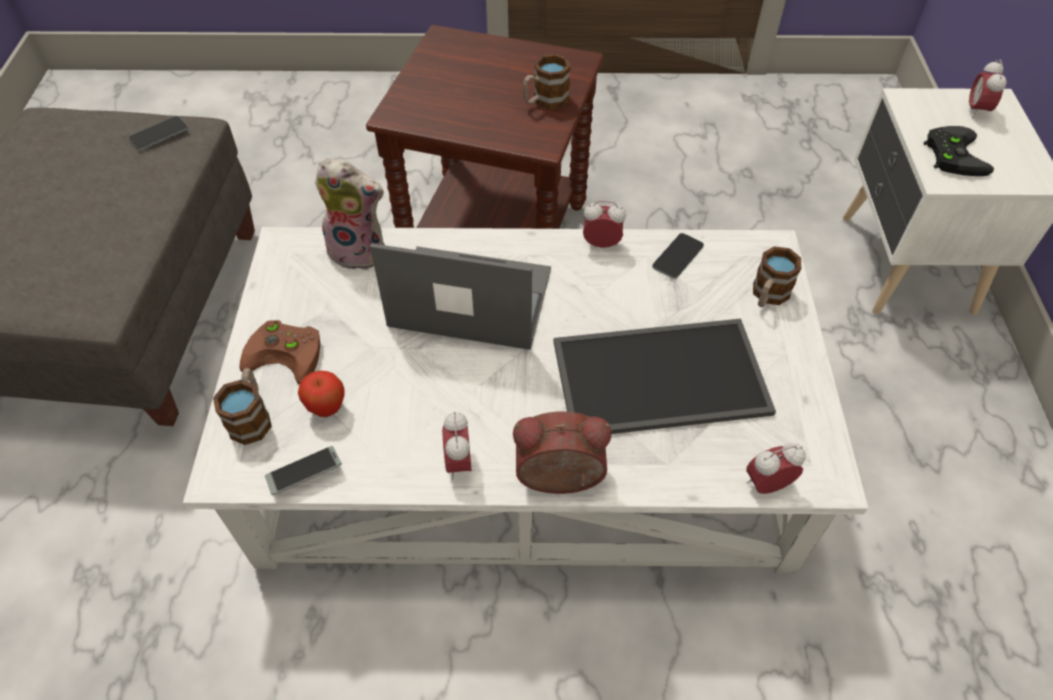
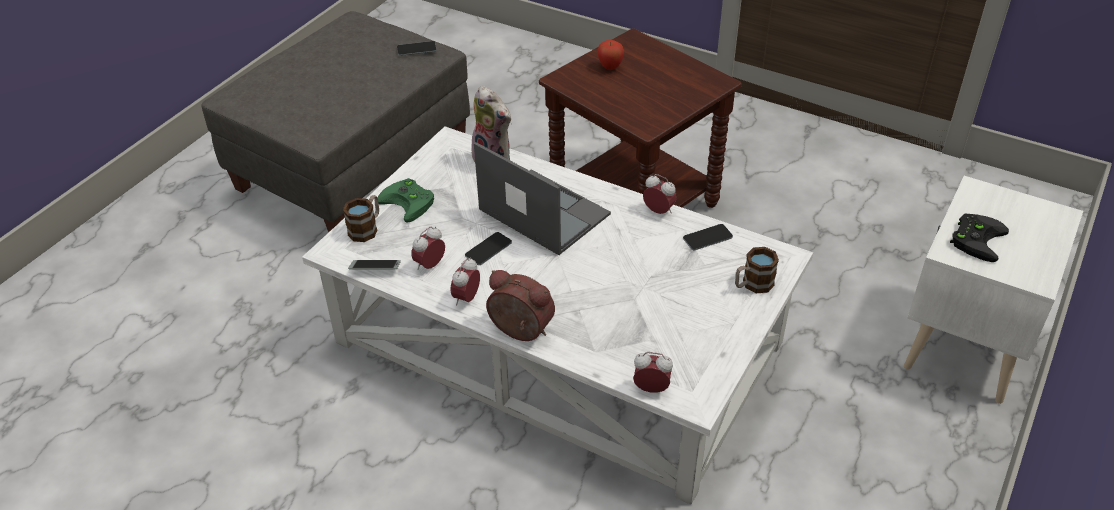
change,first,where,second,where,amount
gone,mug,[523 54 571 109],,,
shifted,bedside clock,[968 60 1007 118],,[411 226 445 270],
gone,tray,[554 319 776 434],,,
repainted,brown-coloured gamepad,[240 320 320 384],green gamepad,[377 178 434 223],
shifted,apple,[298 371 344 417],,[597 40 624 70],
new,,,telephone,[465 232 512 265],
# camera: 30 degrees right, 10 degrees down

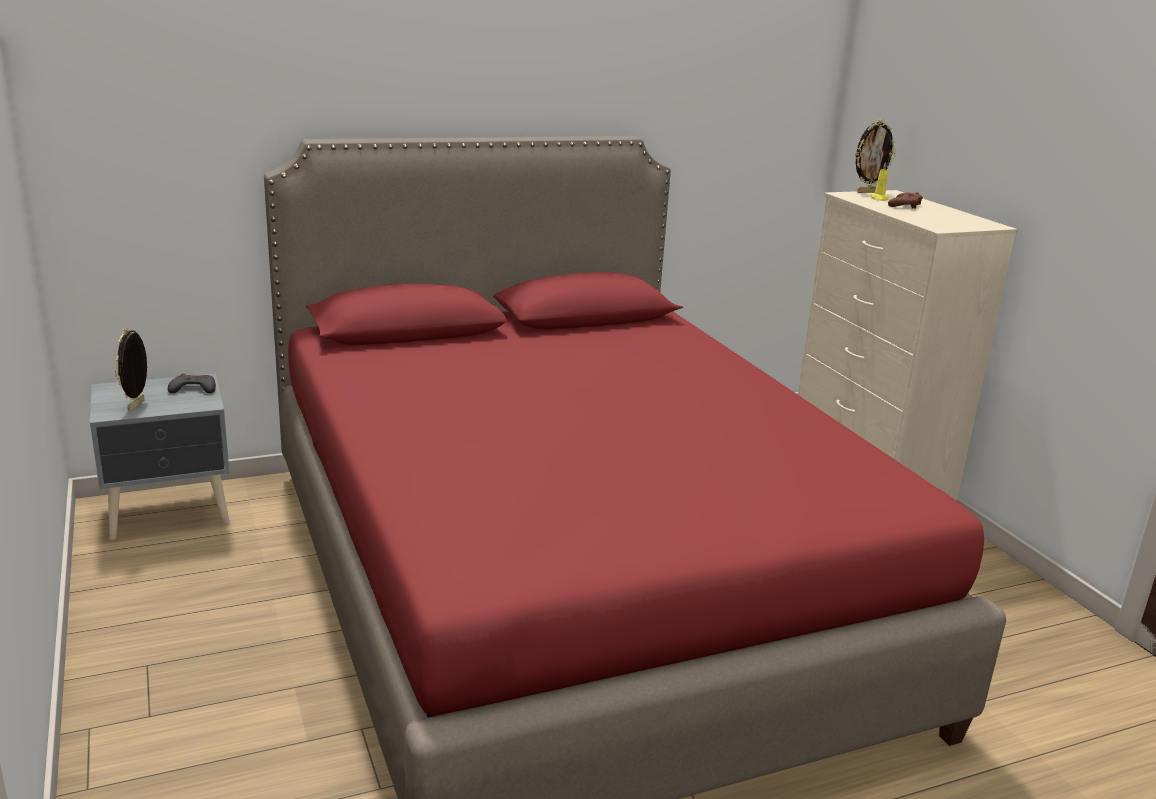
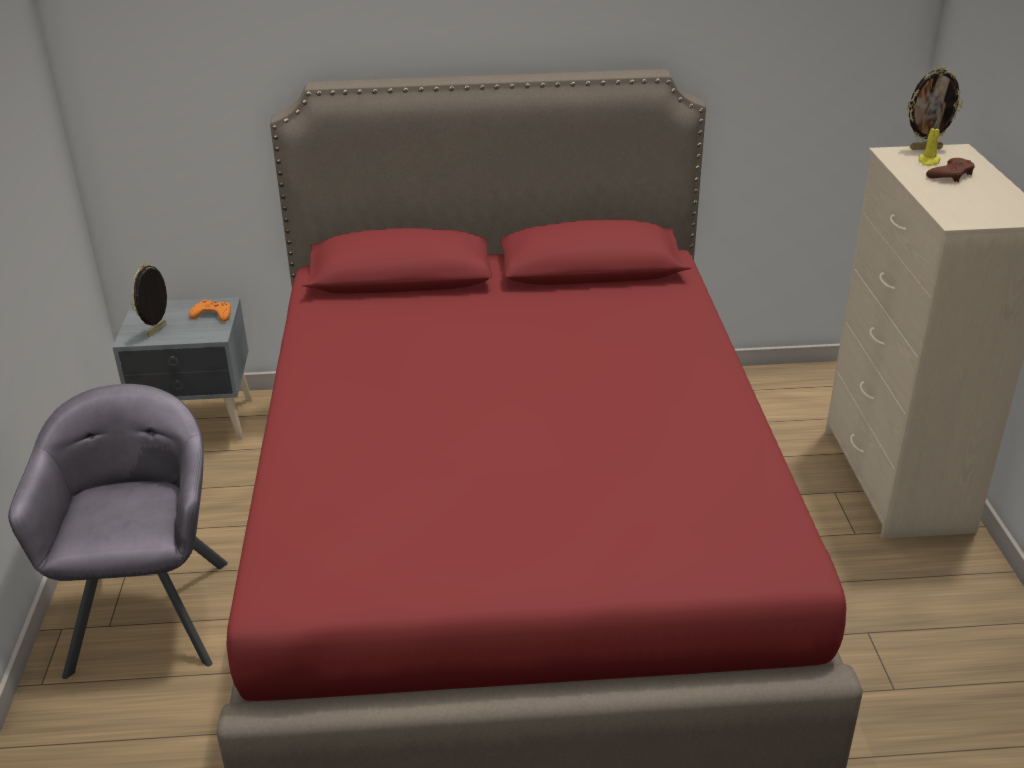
change,first,where,second,where,amount
repainted,greyish gamepad,[168 374 216 393],orange-coloured gamepad,[189 300 231 322],
new,,,greyish armchair,[8 384 228 679],
# camera: 20 degrees right, 10 degrees up

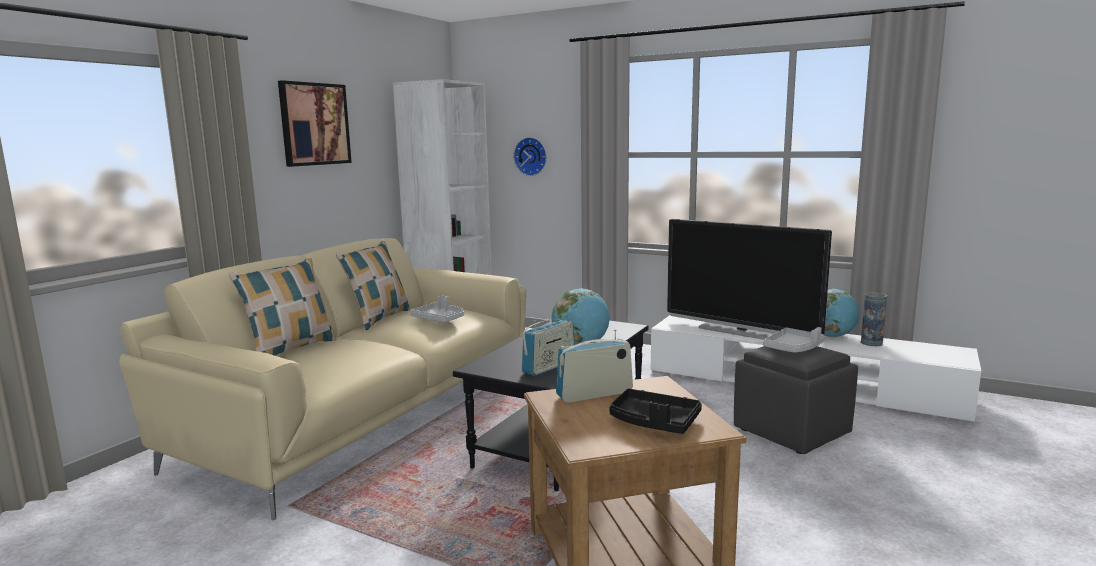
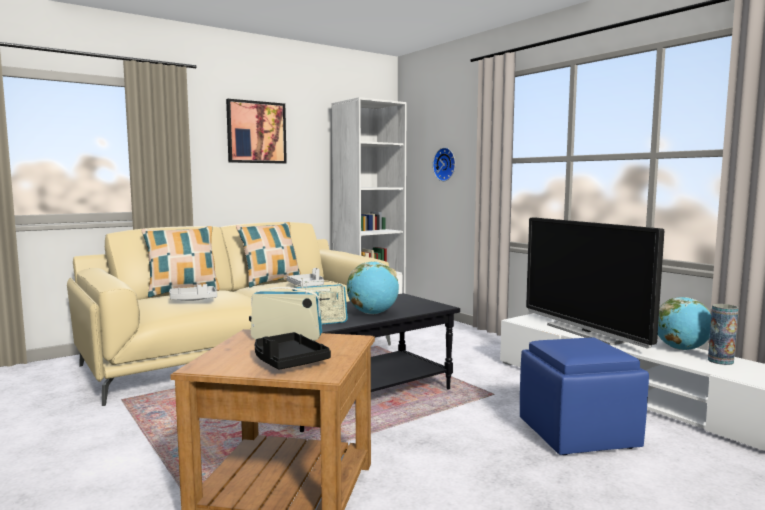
change,first,where,second,where,amount
shifted,greyish tray,[763 327 825 353],,[169 284 217 301],
repainted,greyish pouffe,[734 346 858 454],bluish pouffe,[520 337 649 455],
# camera: 25 degrees right, 5 degrees down

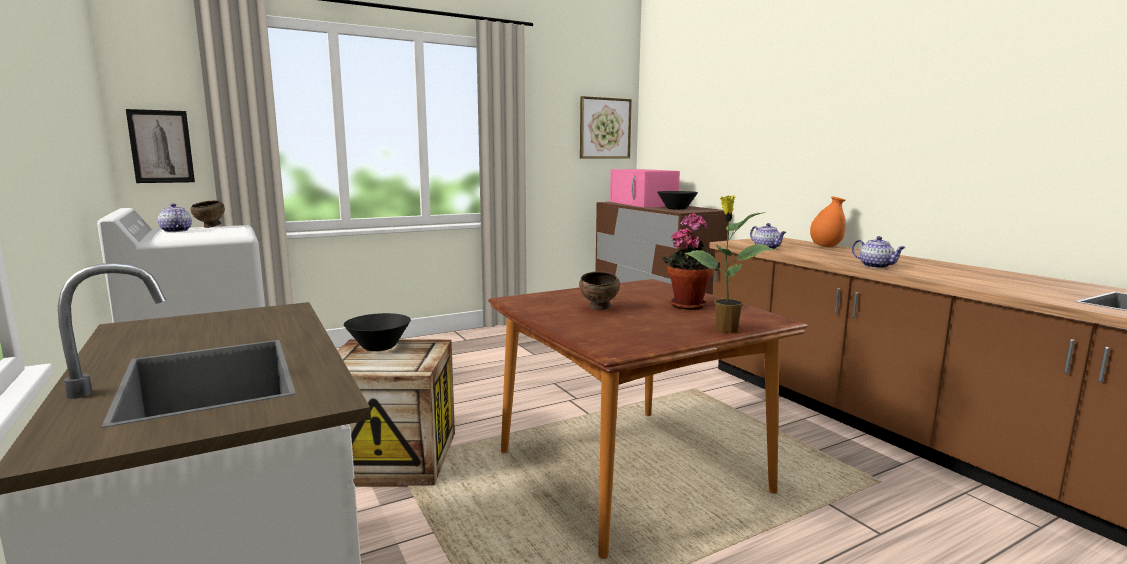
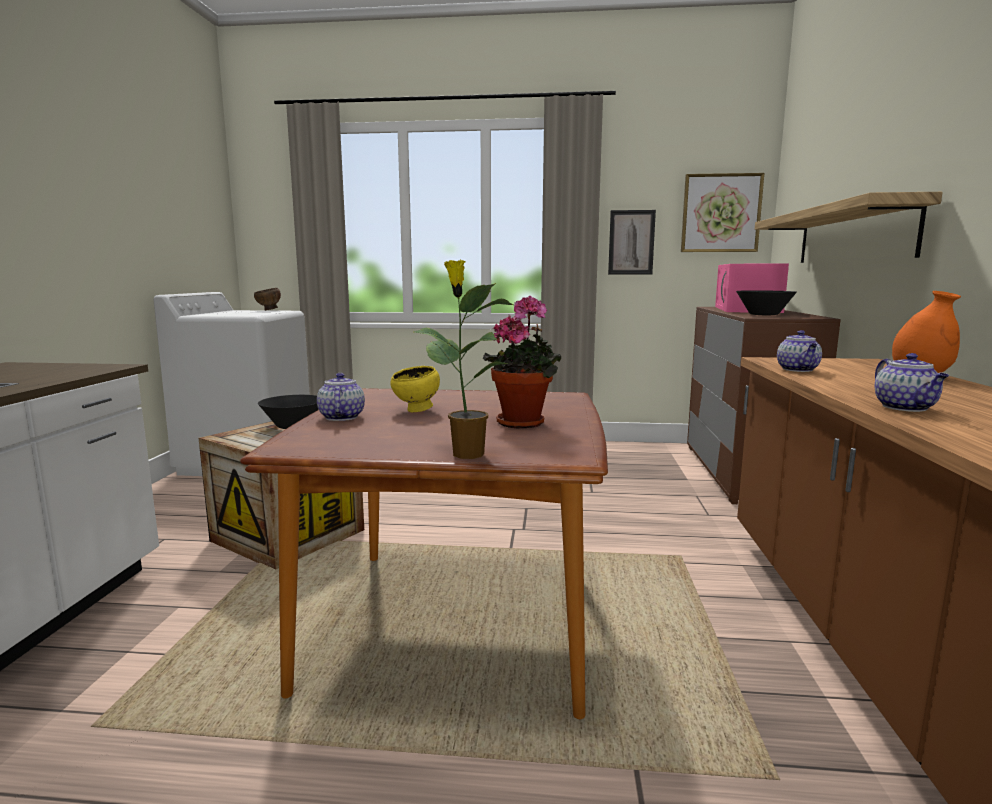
change,first,where,second,where,amount
shifted,picture,[126 109 195 183],,[608 210 656 274],
shifted,pot for tea,[158 203 192 232],,[317 373 365 421],
repainted,brown-coloured deep dish,[579 271 620 310],yellow-coloured deep dish,[390 366 440 413],
new,,,shelf,[755 192 943 263],
# camera: 35 degrees right, 0 degrees up

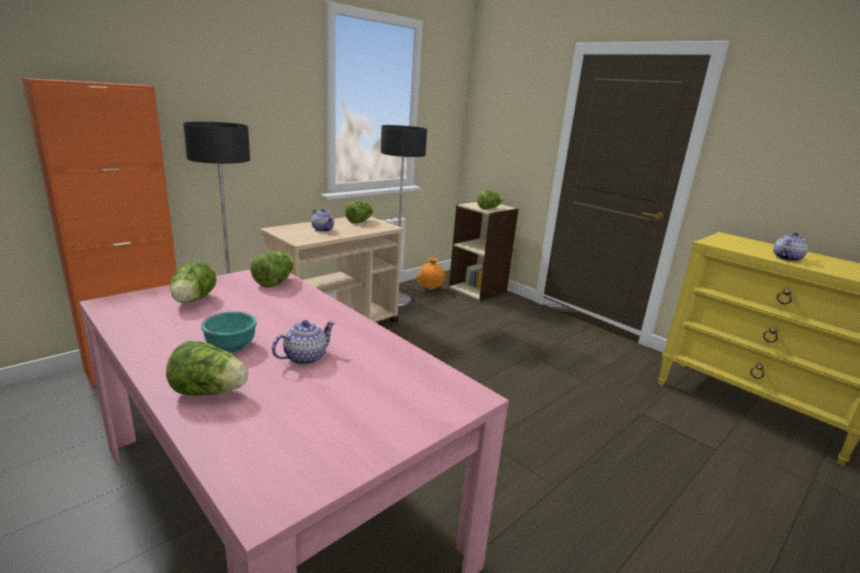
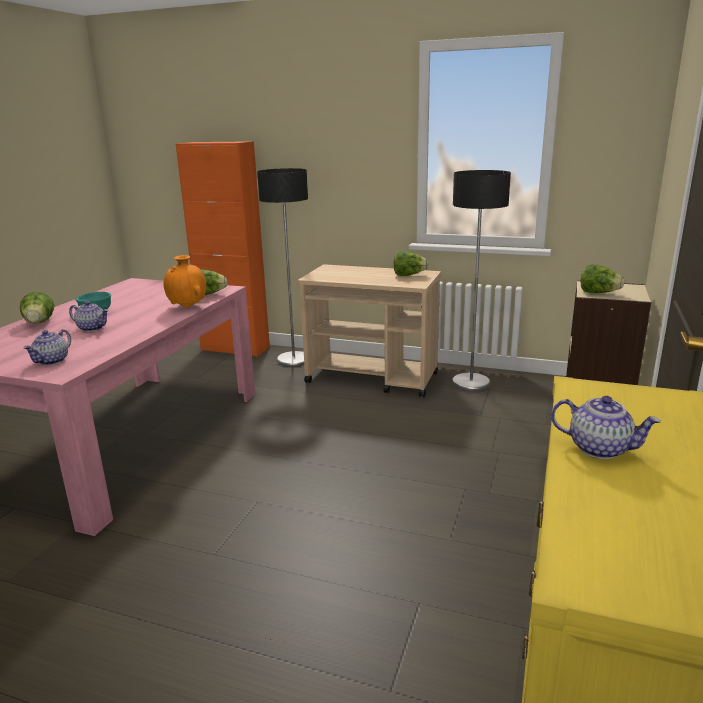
change,first,where,second,where,amount
shifted,pot for tea,[311 208 334 232],,[23 329 71 365],
shifted,orange-coloured vase,[416 258 446 290],,[163 255 206 308],
gone,lettuce head,[170 261 216 303],,,
# camera: 65 degrees right, 0 degrees up

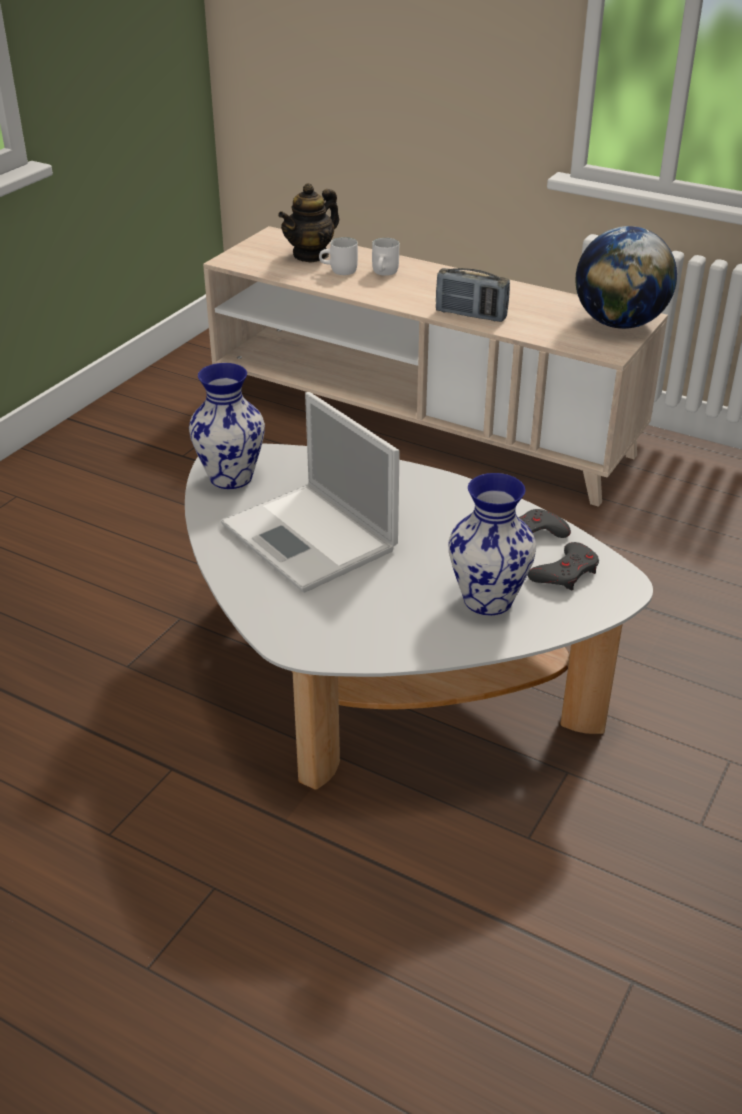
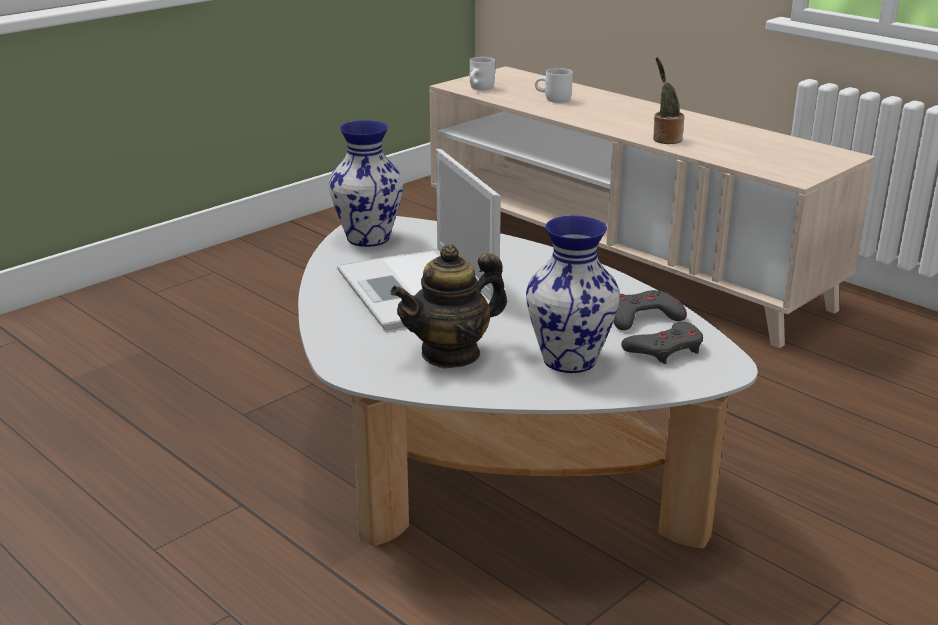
change,first,where,second,where,amount
shifted,pot for tea,[278 183 339 263],,[390 244 507 368],
gone,globe,[576 226 677 329],,,
shifted,whitish mug,[372 238 399 276],,[470 57 495 90],
swapped,radio set,[436 268 510 322],potted plant,[653 57 685 144],
# camera: 15 degrees right, 10 degrees down

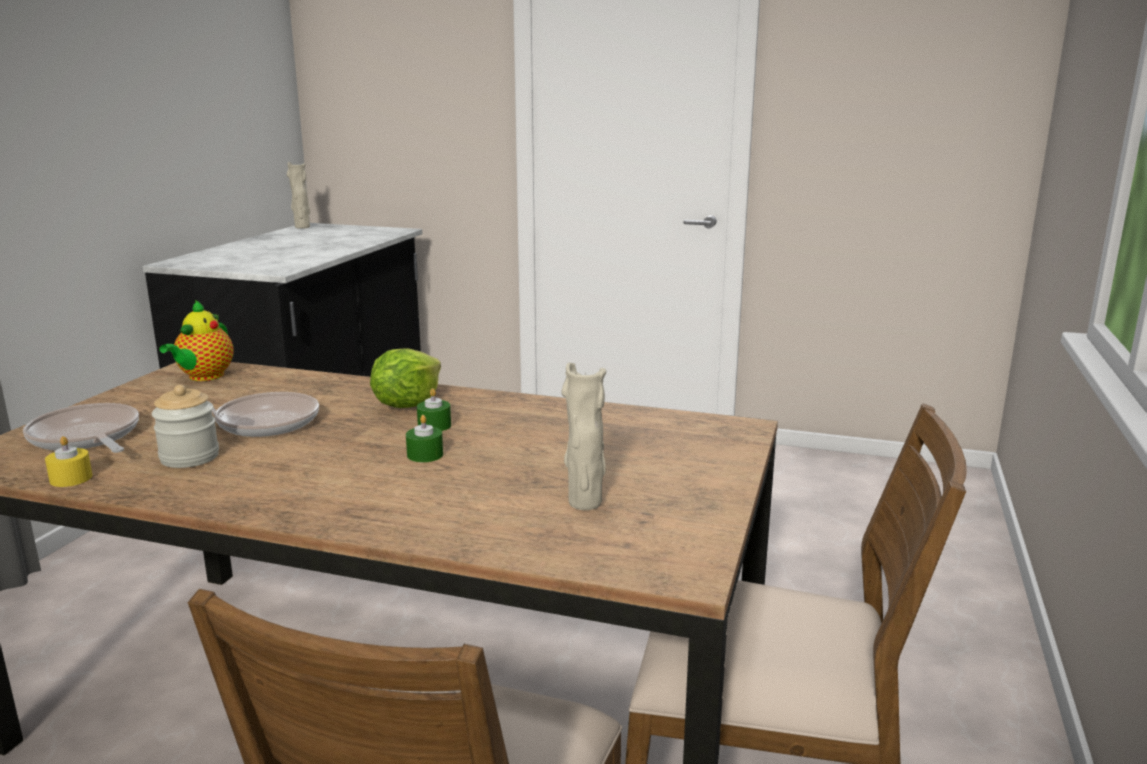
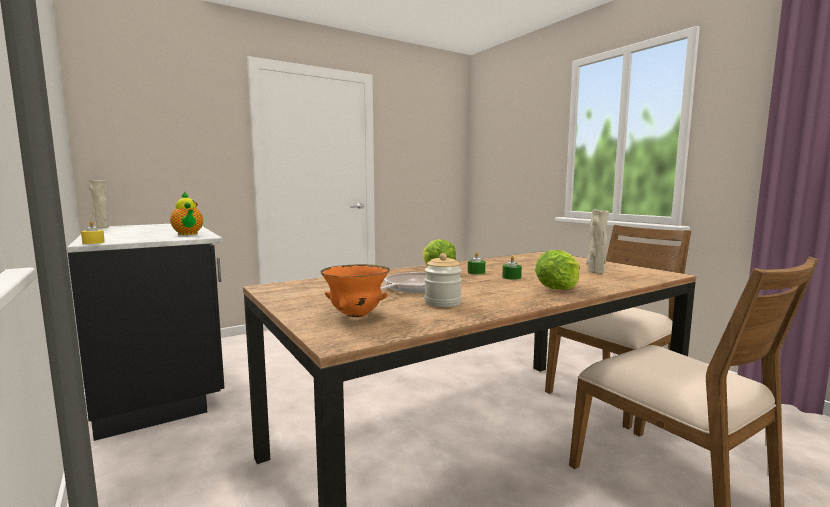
change,first,where,second,where,amount
shifted,pot for tea,[159 300 234 381],,[170 191 203 235],
swapped,skillet,[23 403 139 453],orange-coloured deep dish,[321 264 390 317],
shifted,yellow-coloured wax light,[45 436 92 487],,[81 221 105 244],
new,,,lettuce head,[535 250 580 290],
# camera: 50 degrees left, 10 degrees down

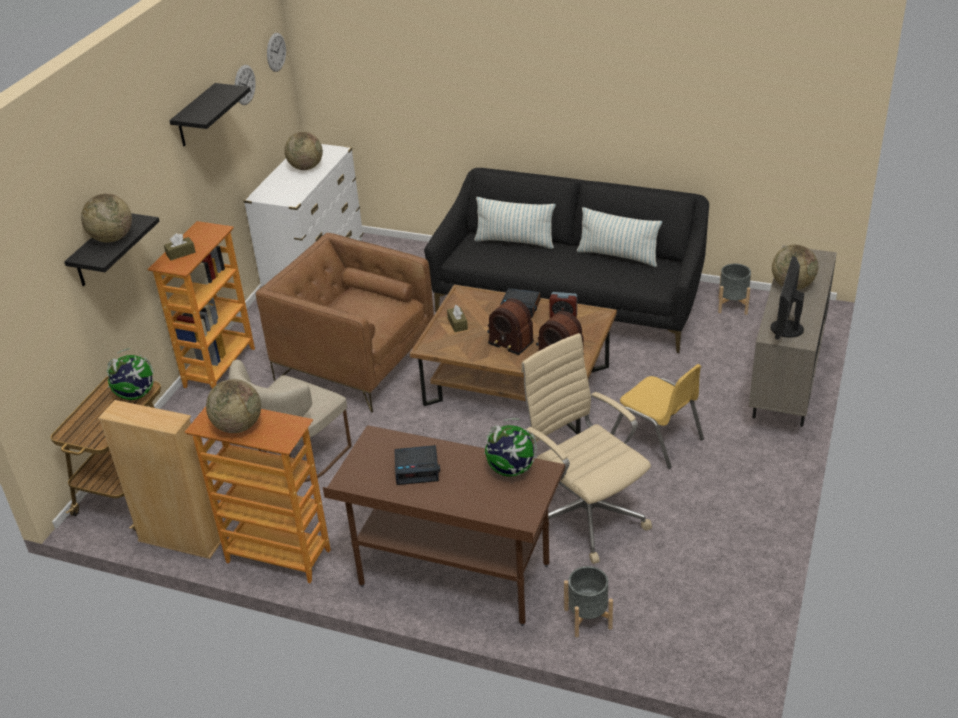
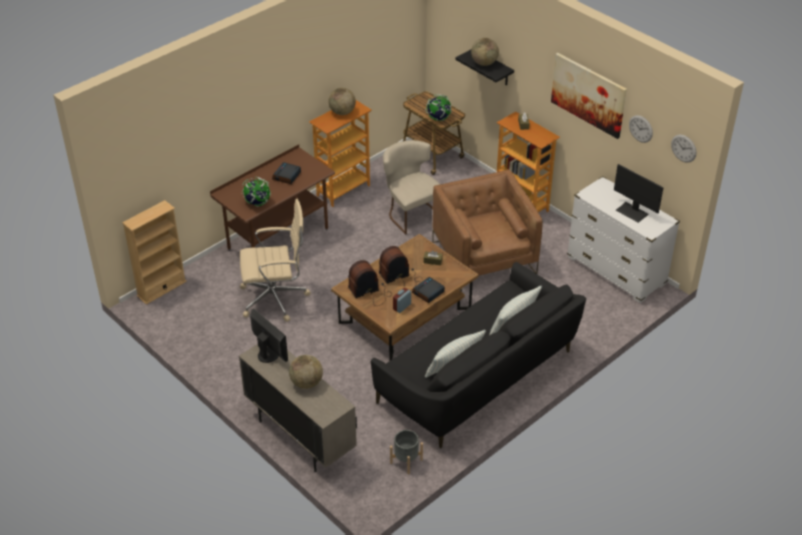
change,first,where,second,where,amount
swapped,black-coloured shelf,[169 83 251 146],picture,[551 53 627 139],
swapped,globe,[284 132 323 170],computer screen,[614 164 664 223],
rotated,brown-coloured armchair,[256 233 434 413],,[432 170 543 292],75 degrees counterclockwise
gone,yellow-coloured plain chair,[611 364 704 469],,,
shifted,beige-coloured shelving unit,[98 400 221 559],,[122 200 187 305],
gone,greyish flower pot,[564 566 613 637],,,
# camera: 115 degrees right, 5 degrees up

